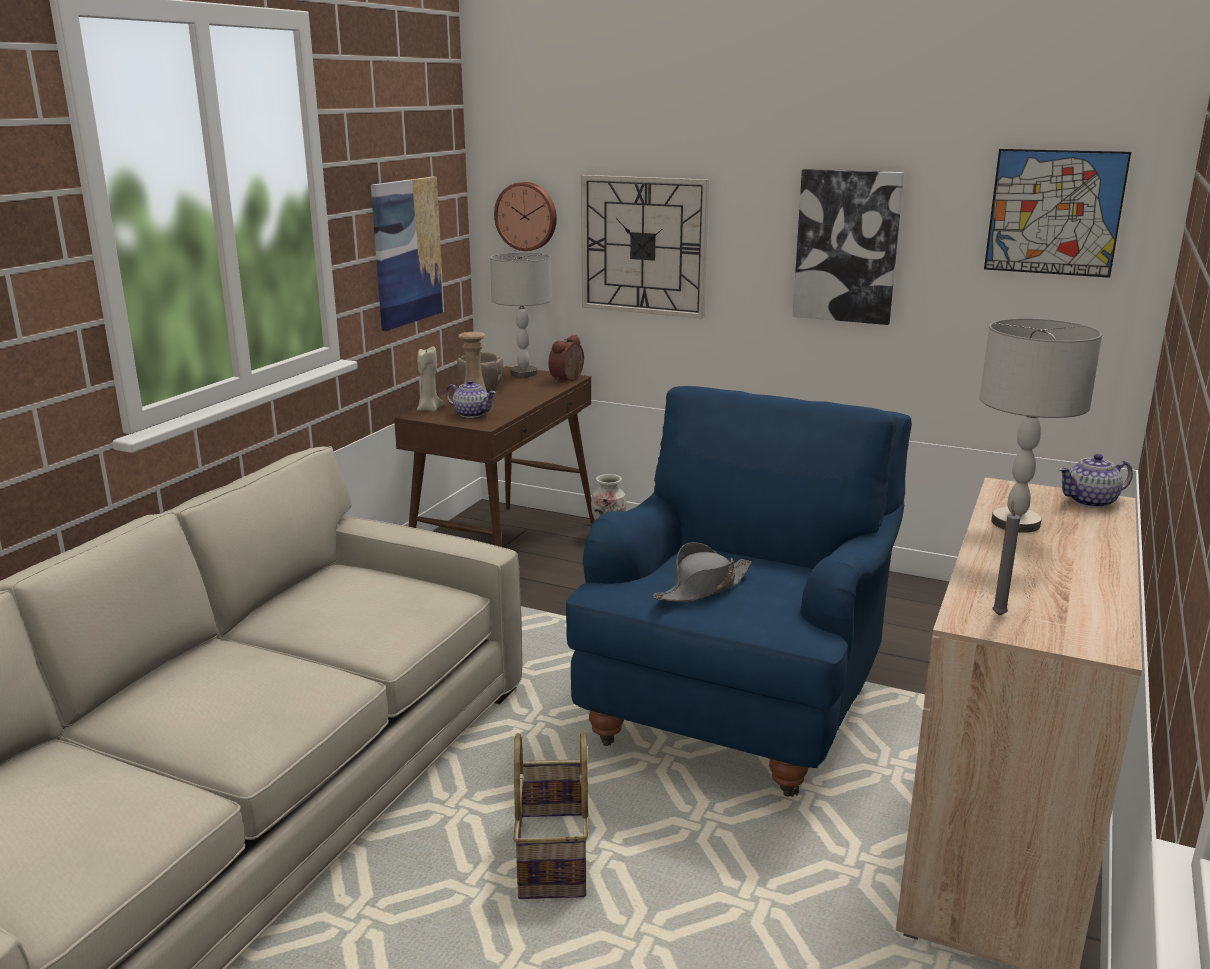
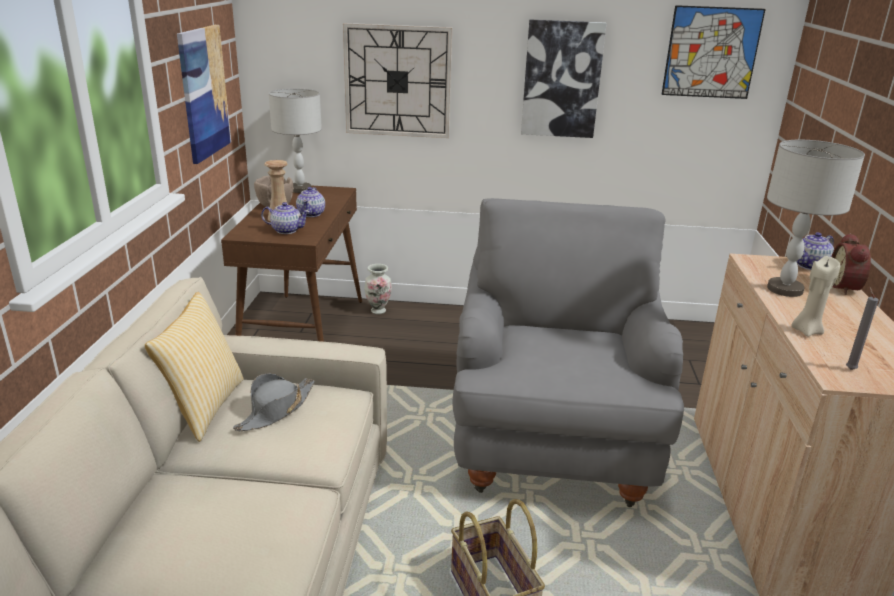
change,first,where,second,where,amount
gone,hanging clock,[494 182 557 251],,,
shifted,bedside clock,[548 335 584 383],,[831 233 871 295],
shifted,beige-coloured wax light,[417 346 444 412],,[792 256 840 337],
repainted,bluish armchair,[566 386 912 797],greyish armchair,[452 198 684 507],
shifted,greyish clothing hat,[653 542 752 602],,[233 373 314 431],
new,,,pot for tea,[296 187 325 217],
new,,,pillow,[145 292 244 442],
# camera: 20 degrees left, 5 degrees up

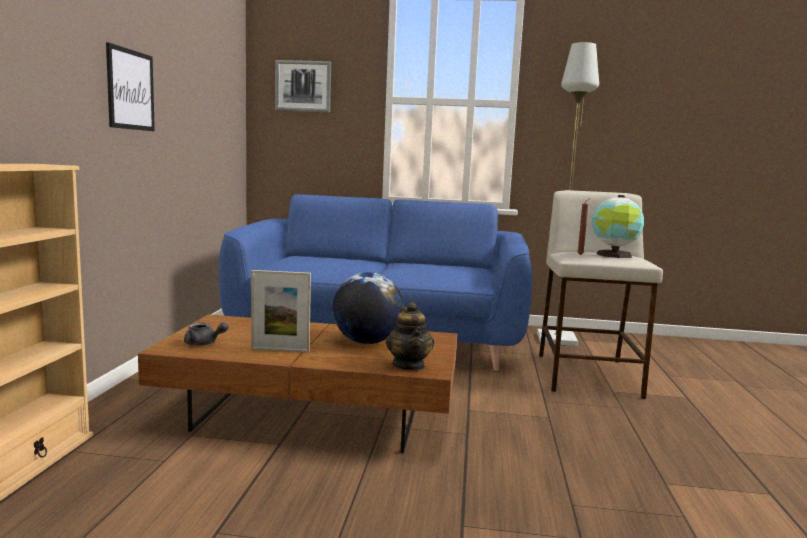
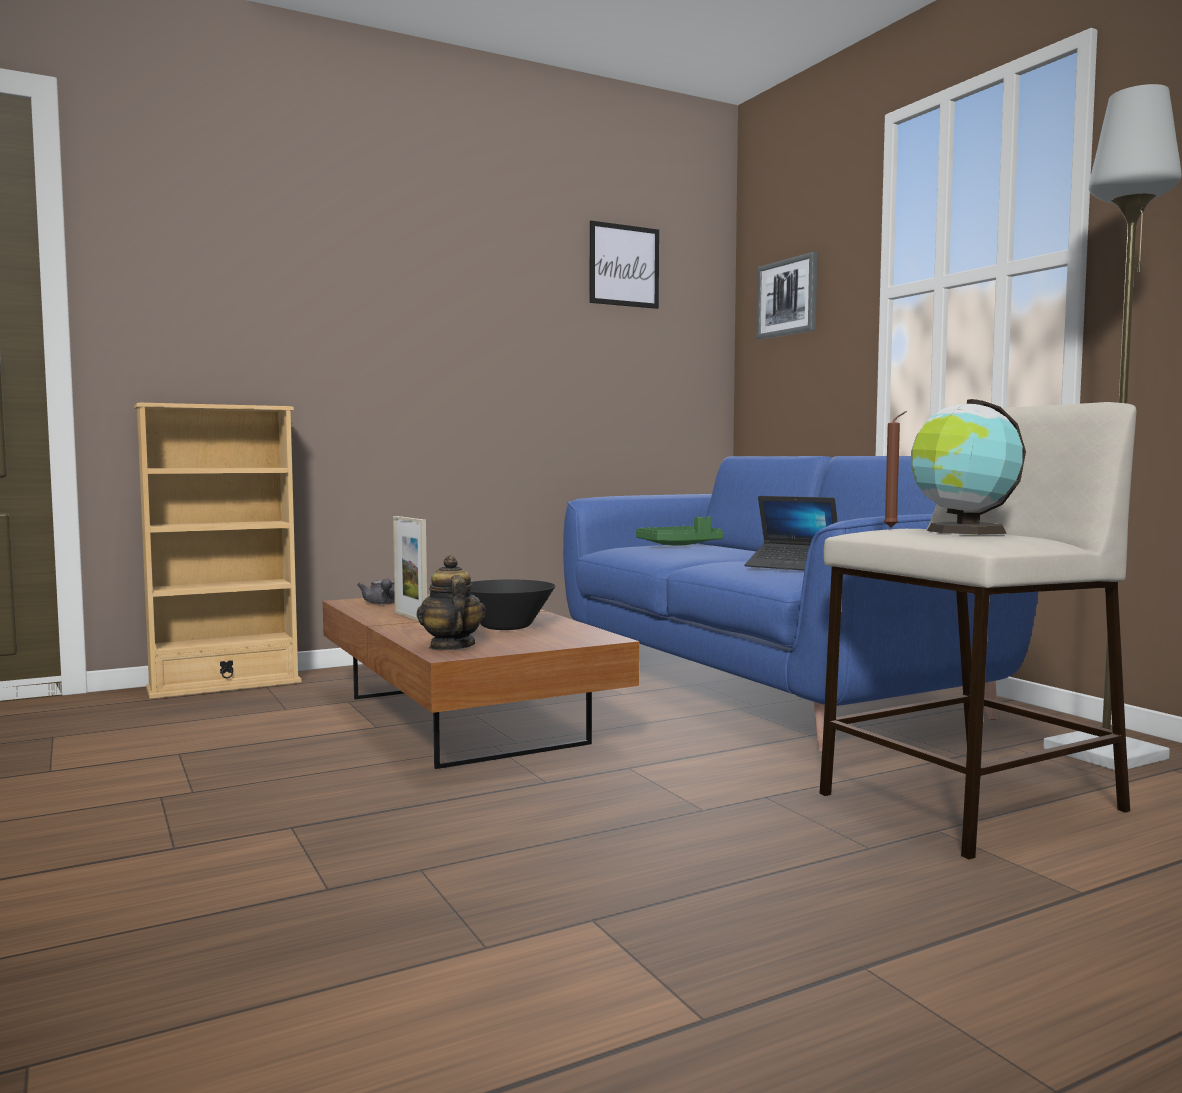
change,first,where,second,where,amount
shifted,picture,[106 42 155 131],,[590 221 659 309],
swapped,globe,[332 272 404 344],black-coloured deep dish,[470 580 556 630],
rotated,pot for tea,[386 302 434 371],,[417 555 486 650],120 degrees clockwise
new,,,portable computer,[744 496 837 571],
new,,,green tray,[636 517 724 546],
# camera: 55 degrees right, 5 degrees down

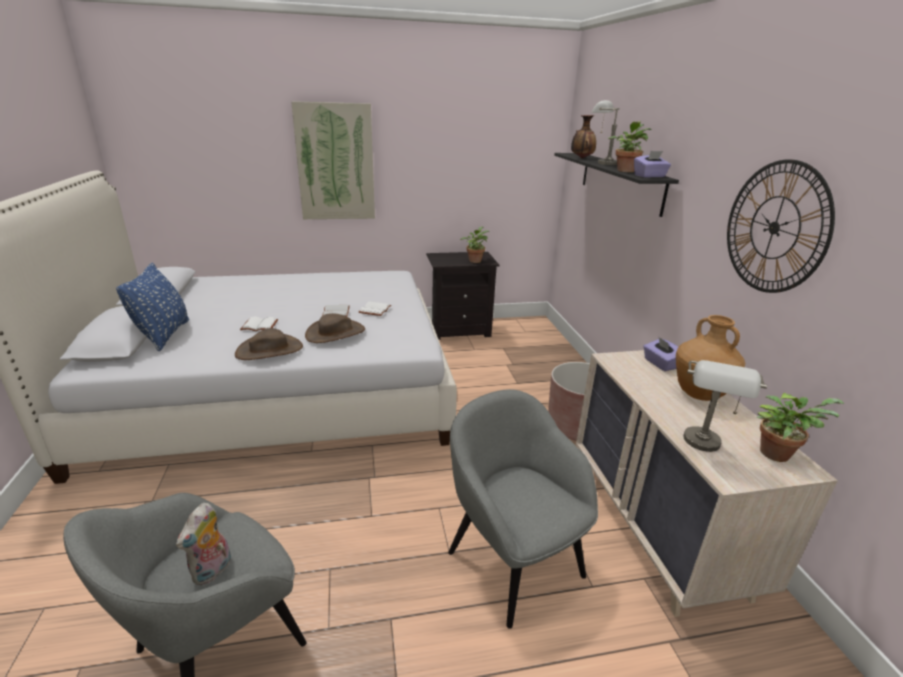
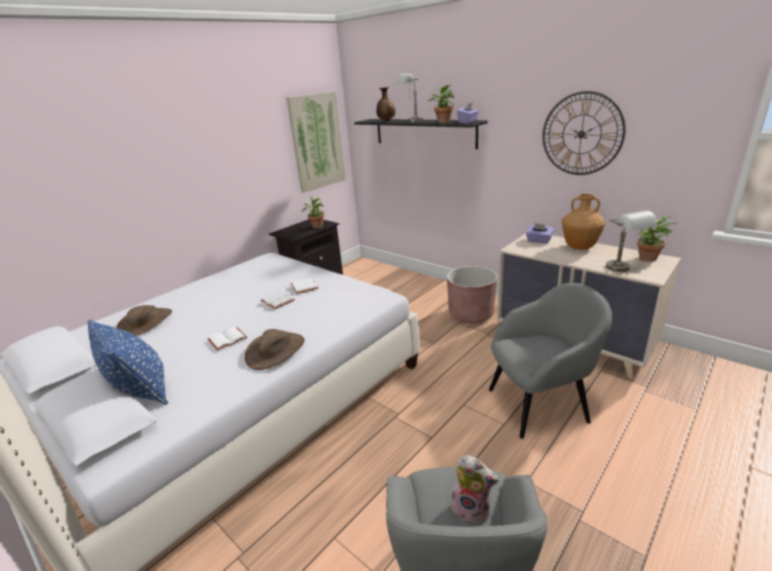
change,first,where,second,where,amount
shifted,picture,[291 101 375 219],,[286 91 346 193],
shifted,brown-coloured clothing hat,[305 313 365 343],,[117 305 172 336],
rotated,greyish armchair,[448 389 598 629],,[489 283 613 439],150 degrees clockwise
rotated,soft toy,[176 503 231 585],,[452 455 498 526],45 degrees counterclockwise
# camera: 35 degrees left, 0 degrees up

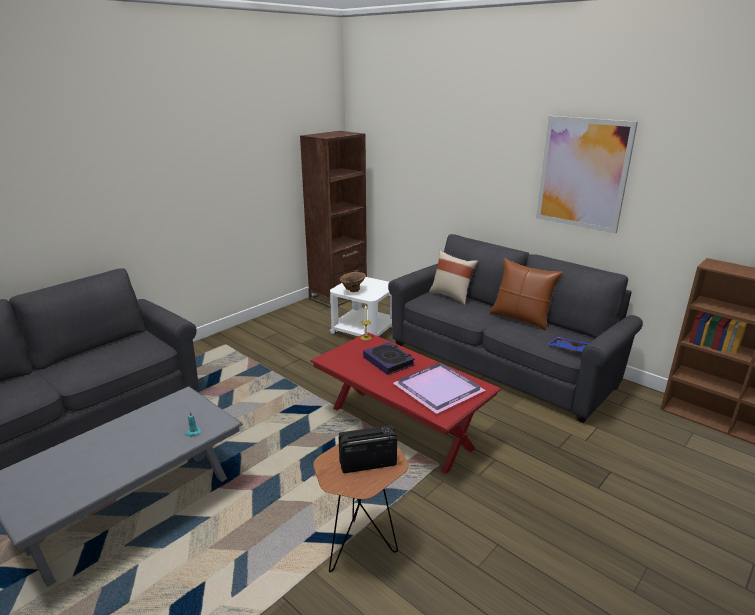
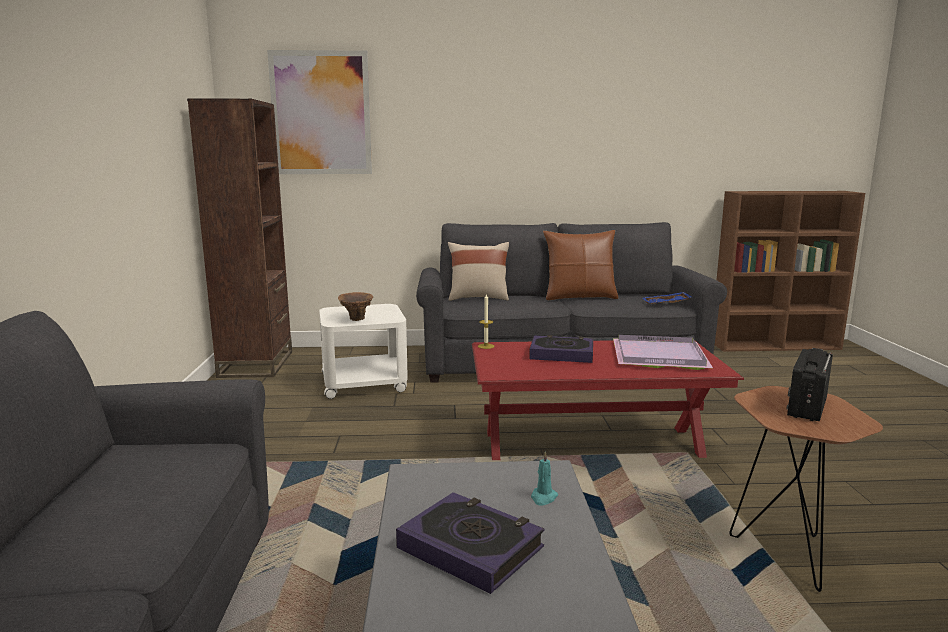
change,first,where,second,where,amount
shifted,picture,[536 116 638 234],,[267 50 372 174],
new,,,book,[396 492 545 594],
# camera: 45 degrees left, 10 degrees down

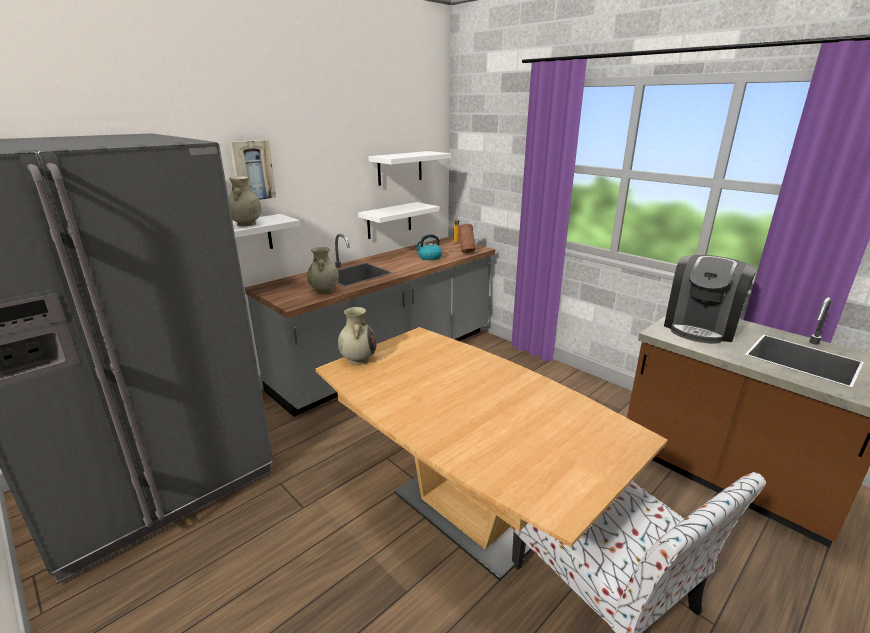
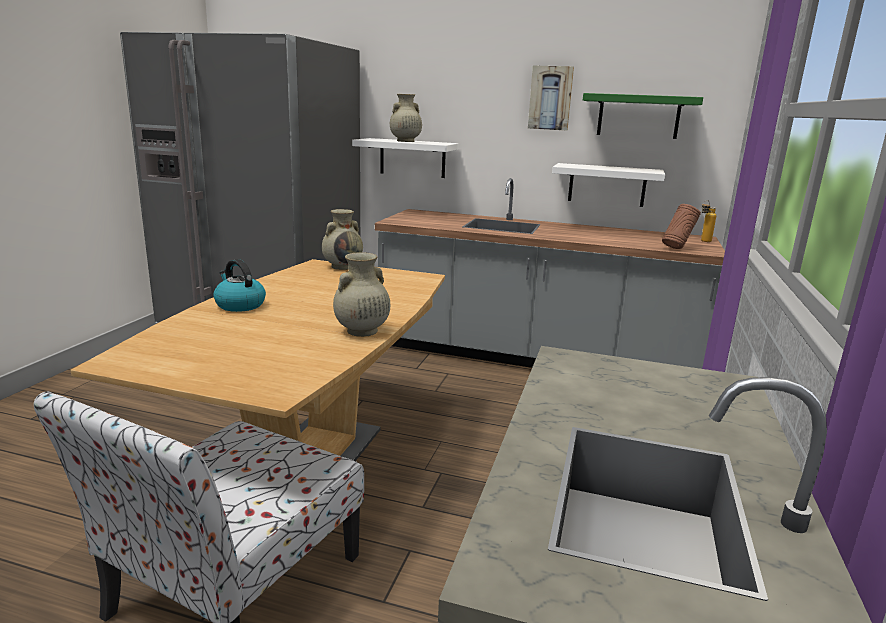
change,first,where,second,where,amount
shifted,picture,[229 140 276 200],,[528 65 574 130],
repainted,whitish shelf,[368 151 451 186],green shelf,[583 93 703 139],
shifted,tea kettle,[415 234 442 260],,[213 259 266 312],
shifted,beige-coloured vase,[307 247 339 293],,[333 252 390 337],
gone,coffee maker,[664 255 757 344],,,
# camera: 60 degrees right, 5 degrees down

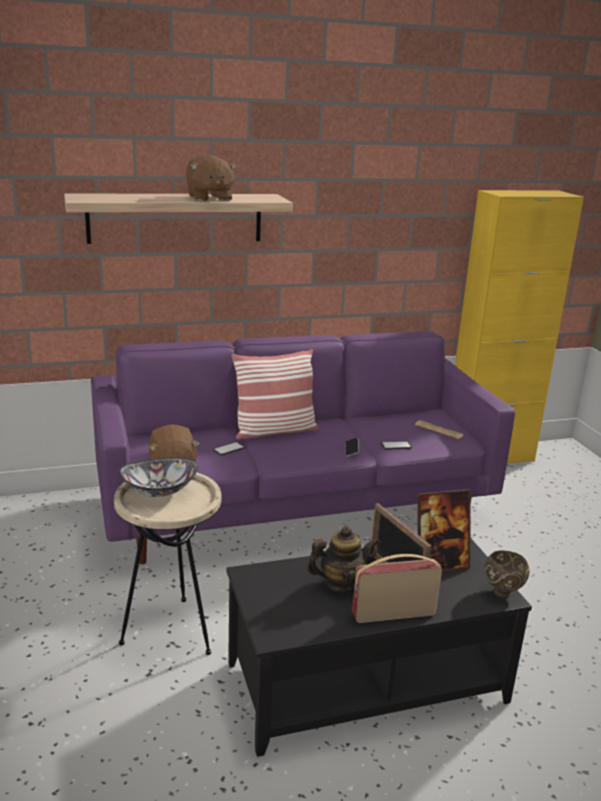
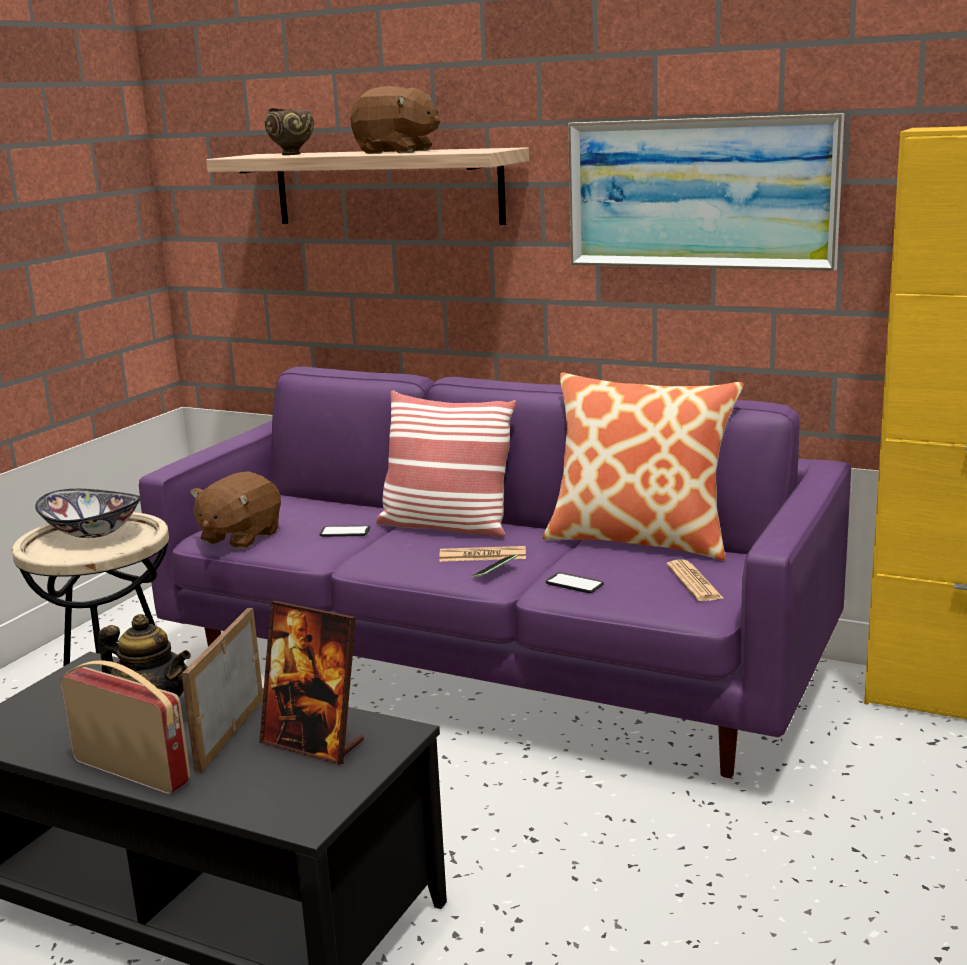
change,first,where,second,where,amount
rotated,brown-coloured soft toy,[186 155 237 201],,[350 86 440 154],90 degrees counterclockwise
shifted,brown-coloured deep dish,[484 551 529 597],,[265 108 314 155],
new,,,picture,[568 113 844 271],
new,,,pillow,[543 372 743 560],
new,,,printed paper,[439 546 526 562],
# camera: 45 degrees right, 5 degrees down

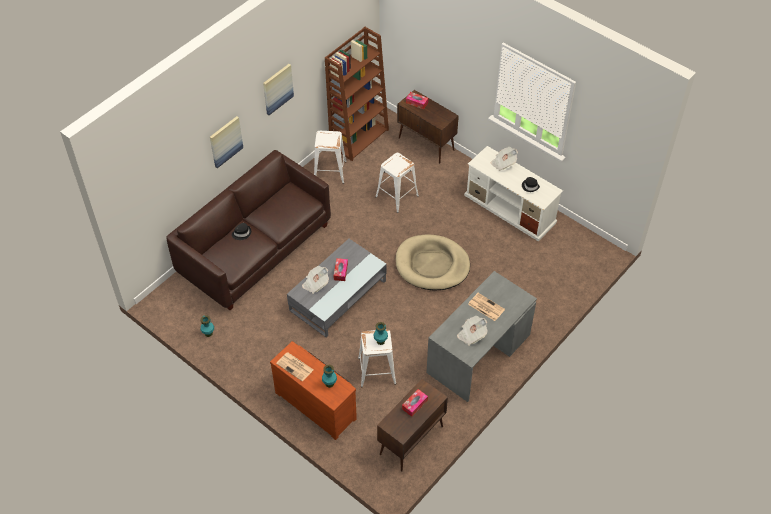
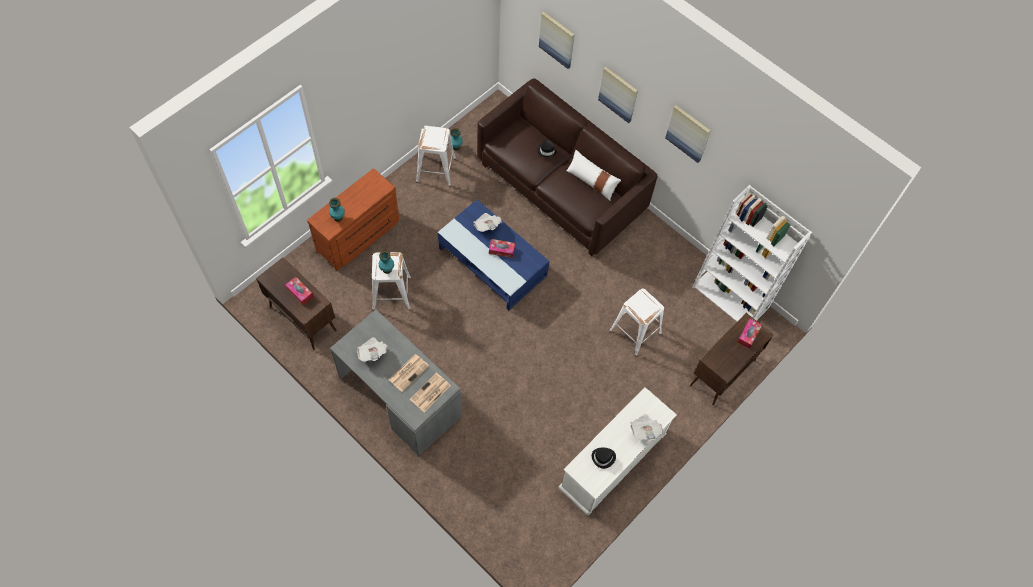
change,first,where,second,where,amount
repainted,brown-coloured shelving unit,[325 27 389 161],whitish shelving unit,[692 185 812 322],
shifted,whitish stool seat,[314 131 347 184],,[416 126 456 187],
gone,beige-coloured dog cushion,[396 234 470 291],,,
repainted,greyish low table,[287 239 386 338],bluish low table,[438 200 549 310],
shifted,printed paper,[276 353 313 381],,[410 373 451 412],
new,,,picture,[539 12 574 69],
new,,,whitish pillow,[566 150 621 201],
# camera: 90 degrees right, 10 degrees up

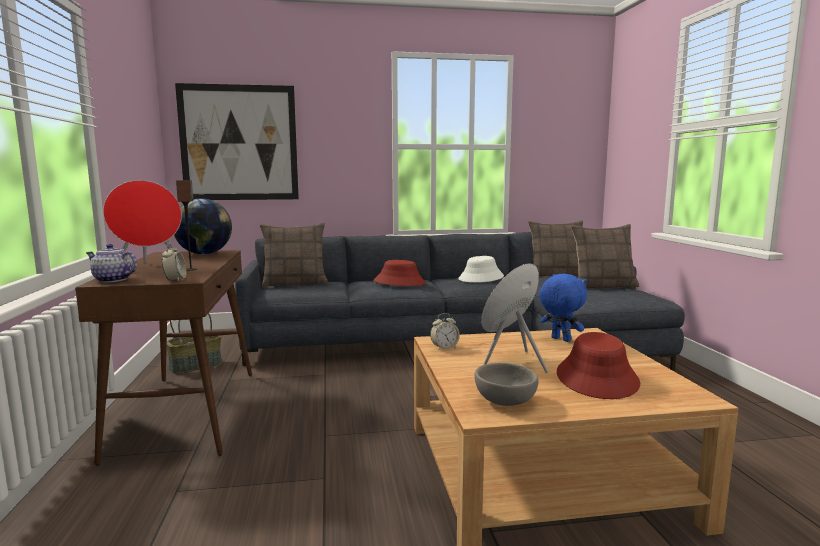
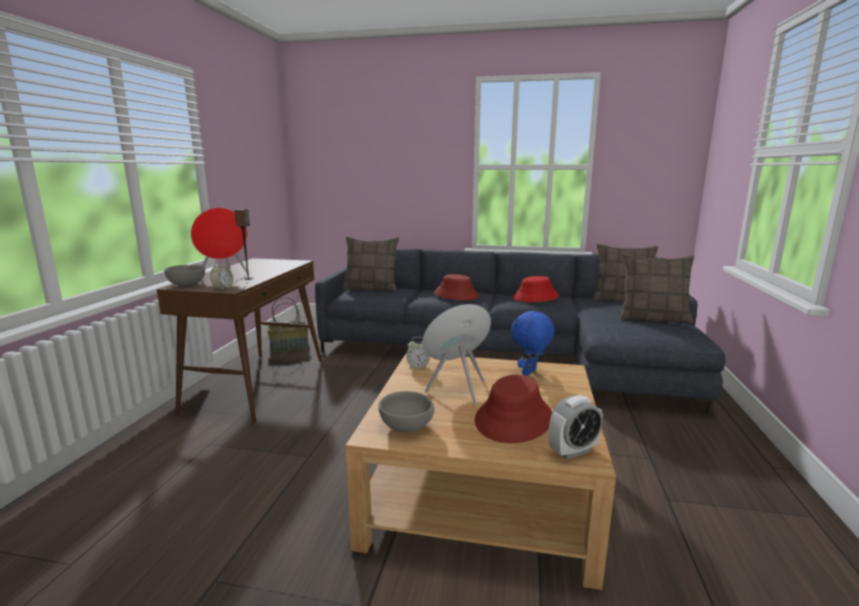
change,first,where,second,where,amount
gone,picture,[175 83 299 200],,,
gone,globe,[174 198 232 254],,,
swapped,pot for tea,[86 244 137 282],greyish deep dish,[164 265 205 286],
repainted,whitish clothing hat,[458 256 504 283],red clothing hat,[512 276 559 302],
rotated,bluish soft toy,[539 274 587 342],,[511 310 554 376],120 degrees counterclockwise
new,,,bedside clock,[549 395 603 459],
# camera: 20 degrees right, 5 degrees up

